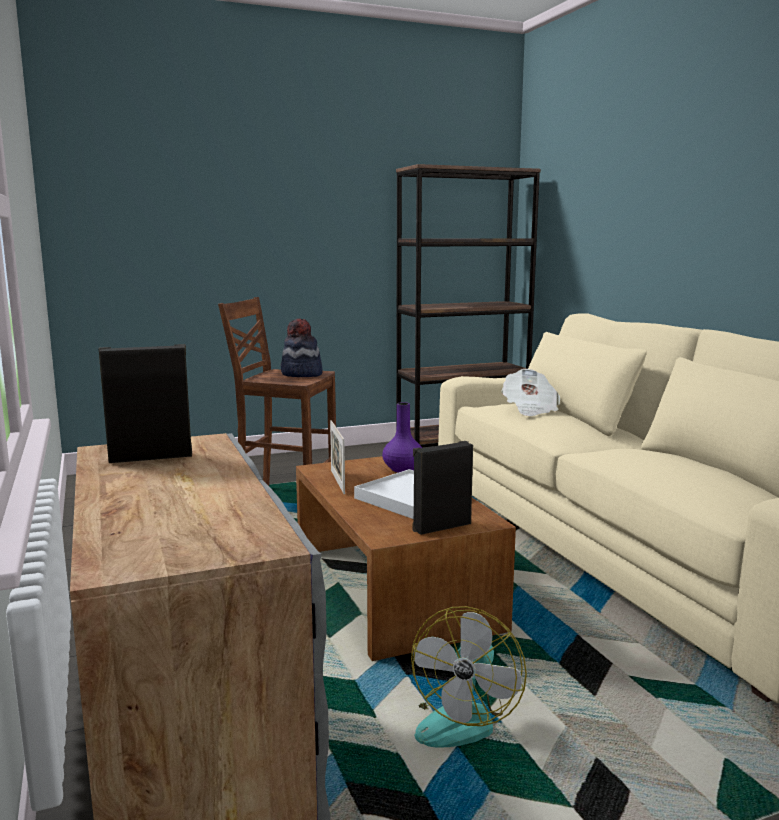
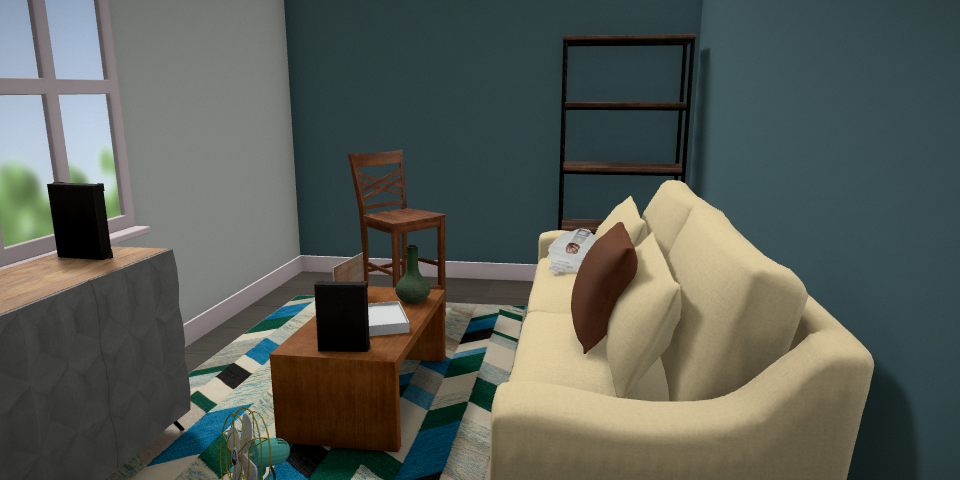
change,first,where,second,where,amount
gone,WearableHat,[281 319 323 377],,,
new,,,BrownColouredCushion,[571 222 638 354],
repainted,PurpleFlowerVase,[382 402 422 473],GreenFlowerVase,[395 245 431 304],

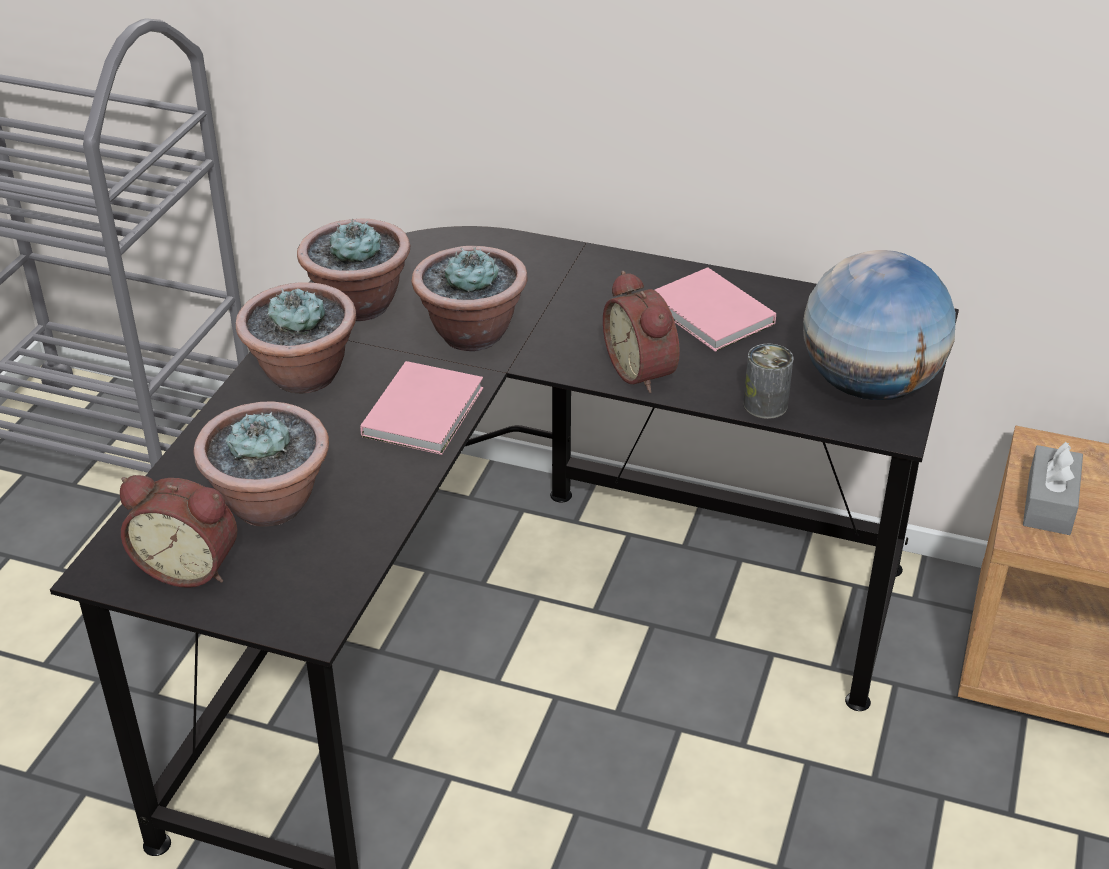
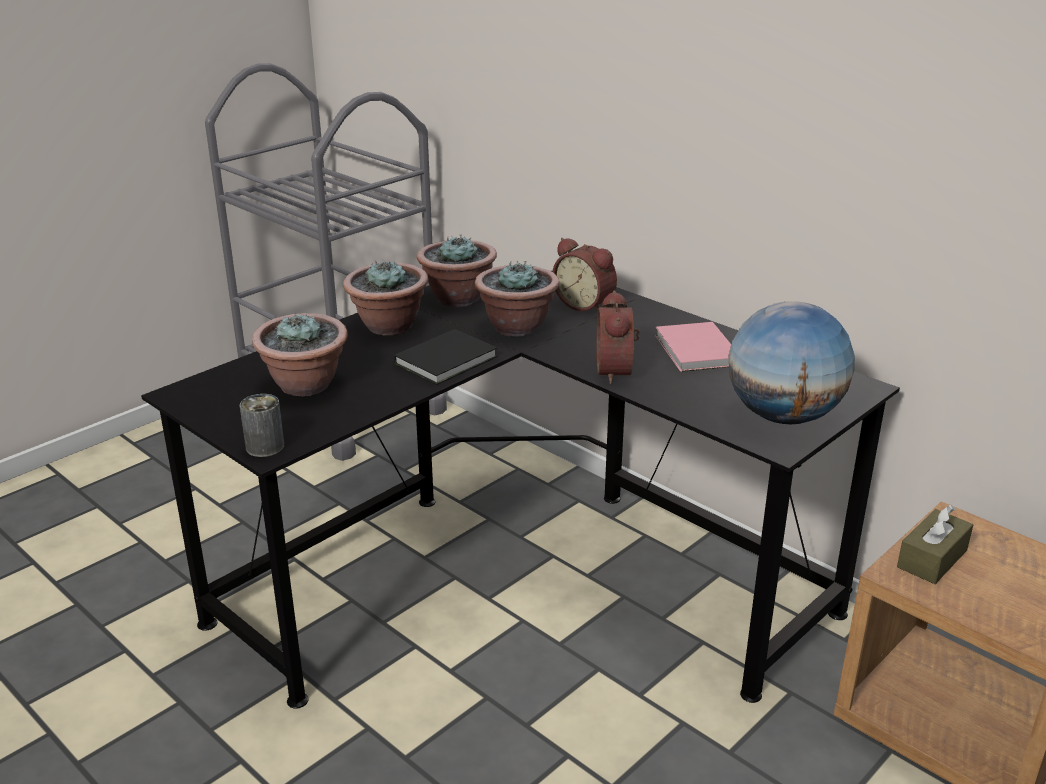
change,first,where,second,where,amount
shifted,AlarmClock,[120 475 237 588],,[552 238 617 311],
shifted,MetalCan,[743 344 794 419],,[240 394 284 457],
repainted,PinkBoundBook,[360 361 483 455],BlackColouredBoundBook,[394 329 497 385],
repainted,GreyishBoxOfTissues,[1023 442 1083 535],BrownColouredBoxOfTissues,[897 505 973 584],

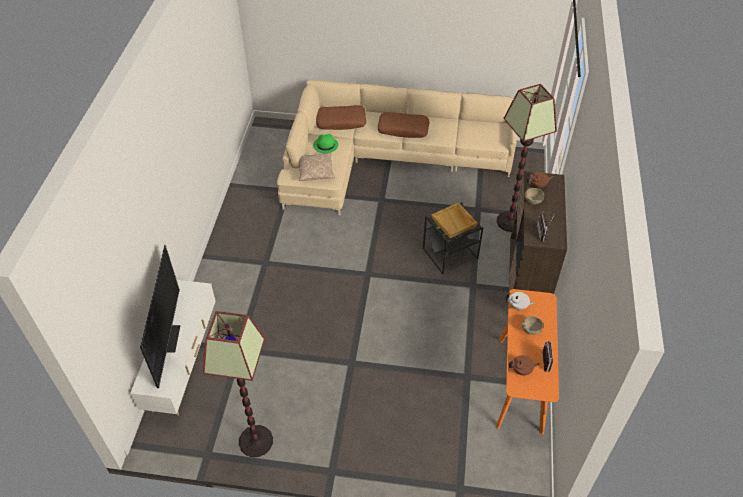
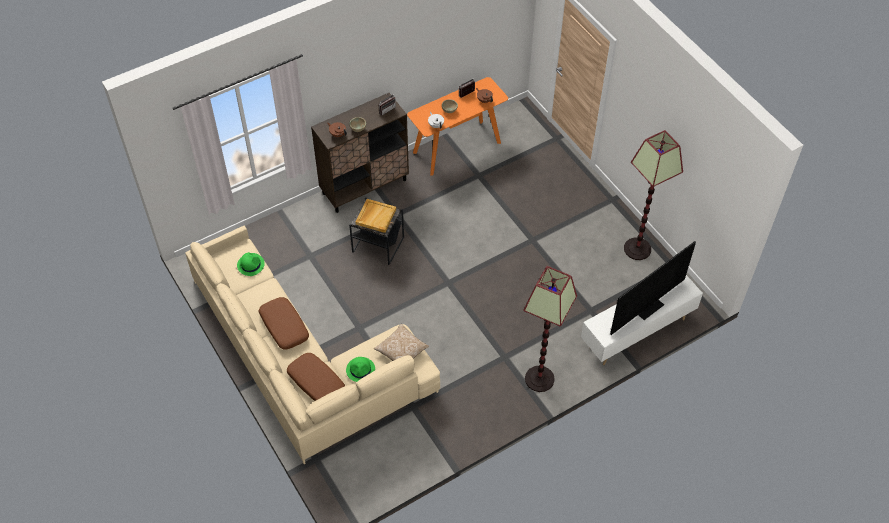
change,first,where,second,where,amount
new,,,GreenWearableHat,[237 252 265 276],
shifted,FloorLamp,[497 84 557 232],,[523 266 577 392],

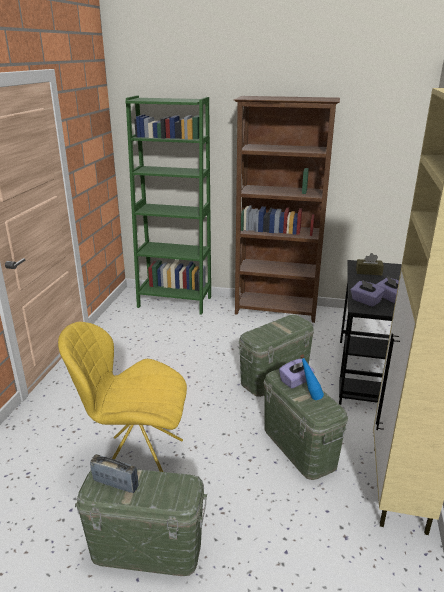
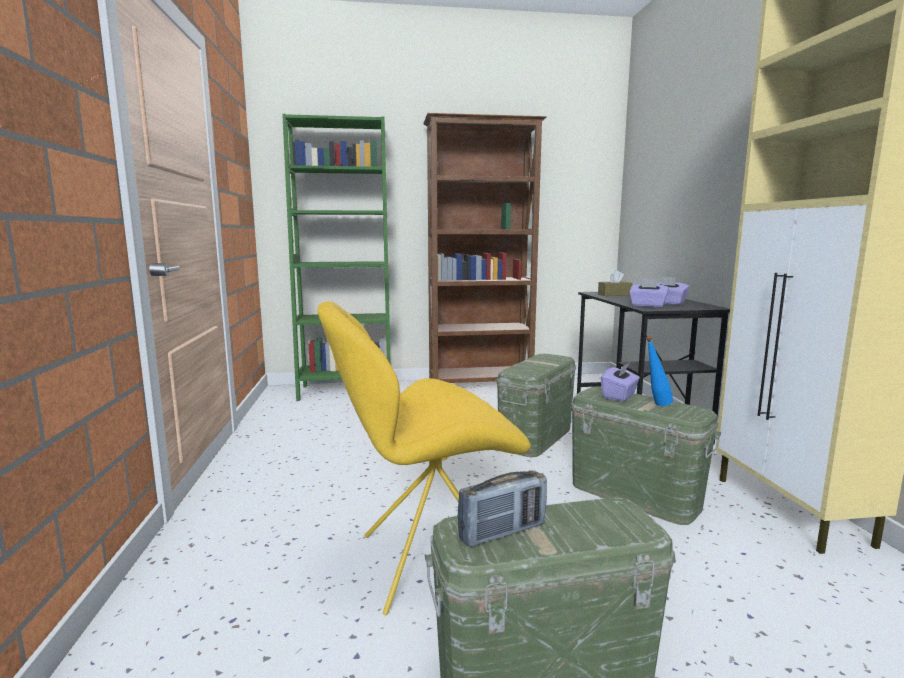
change,first,where,second,where,amount
rotated,RadioReceiver,[90 454 138 493],,[457 471 547 547],150 degrees clockwise

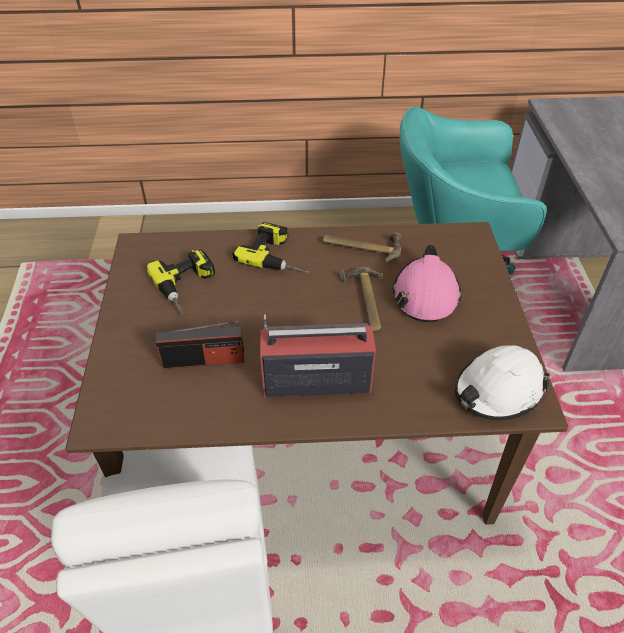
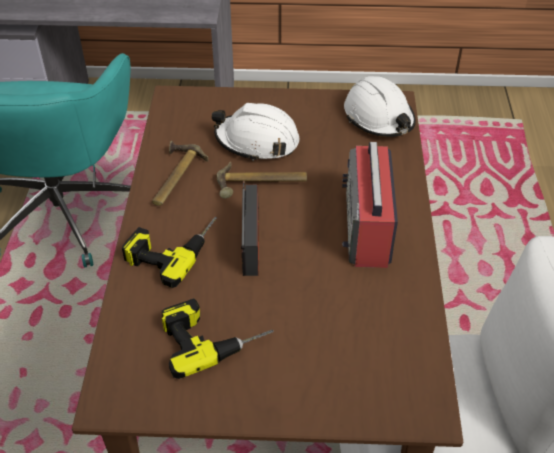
change,first,where,second,where,amount
shifted,RadioReceiver,[156 320 244 369],,[241 181 259 276],
repainted,PinkSafetyHelmet,[393 245 462 322],WhiteColouredSafetyHelmet,[212 103 300 161],

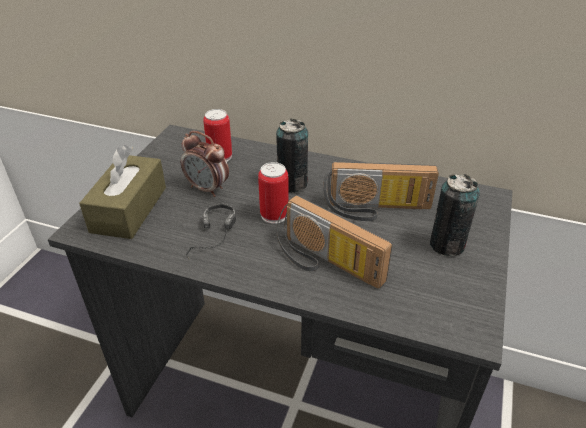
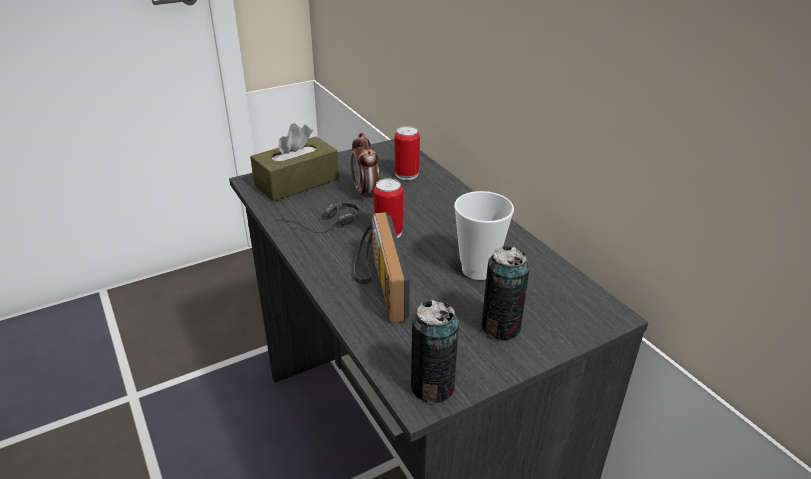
change,first,where,second,where,amount
shifted,MetalCan,[276 119 308 193],,[411 299 459 403],
swapped,RadioReceiver,[323 162 439 221],SmallCup,[454 191 514 280],

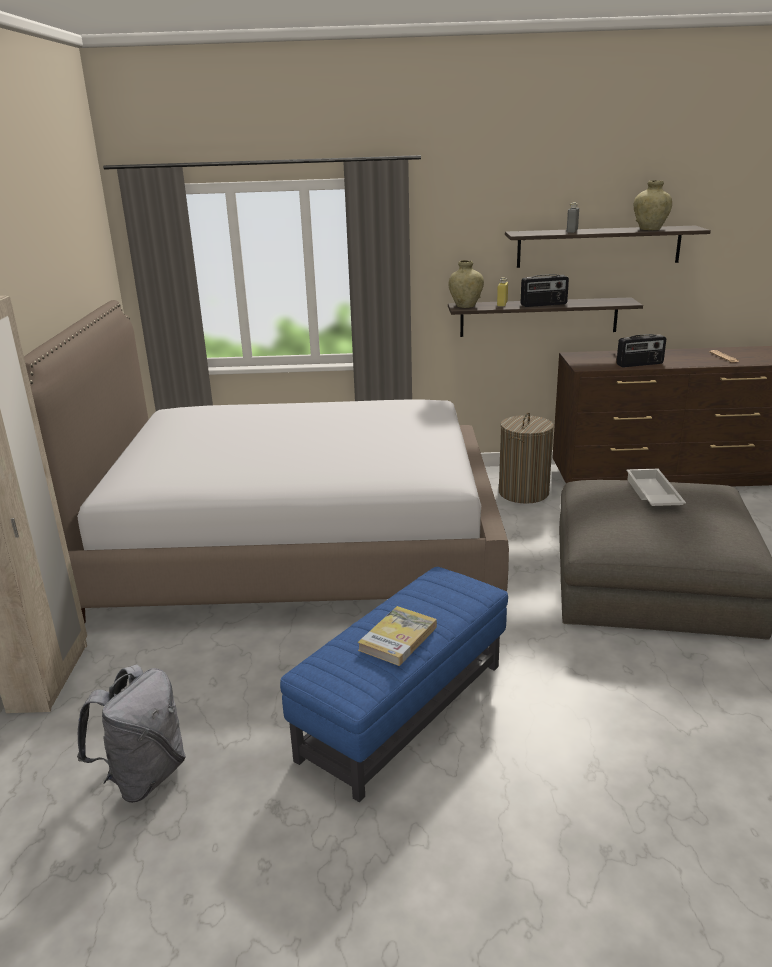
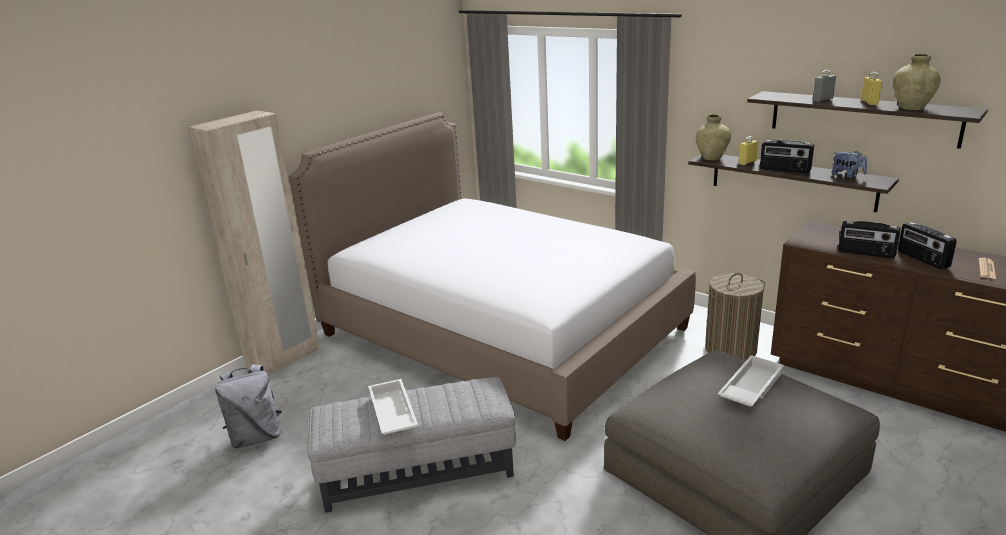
change,first,where,second,where,amount
new,,,PlushToy,[832 150 867 178],
new,,,YellowBottle,[861 72 882 105],
new,,,RadioReceiver,[898 222 957 270],
swapped,BoundBook,[358 606 437 666],WhiteColouredServingTray,[368 379 418 435],
repainted,BluishPouffe,[280 567 508 802],GreyishPouffe,[307 377 516 513],

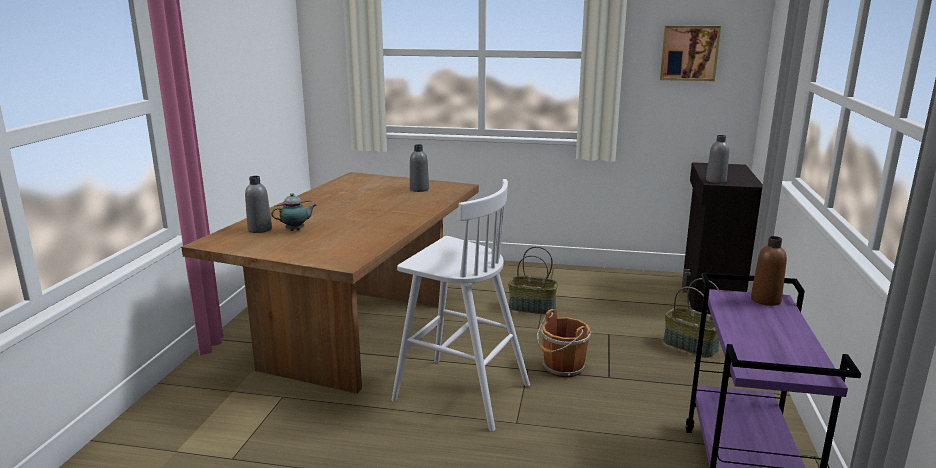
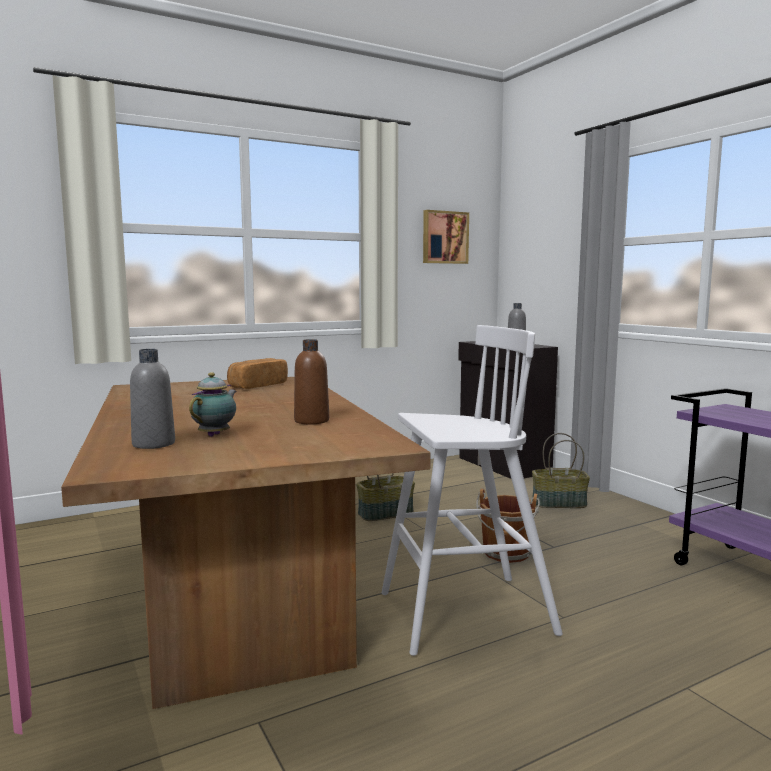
change,first,where,second,where,amount
shifted,BrownColouredBottle,[751 236 787 306],,[294 339 329 424],
swapped,GreyishBottle,[410 144 429 192],BakedBread,[227 358 288 389],

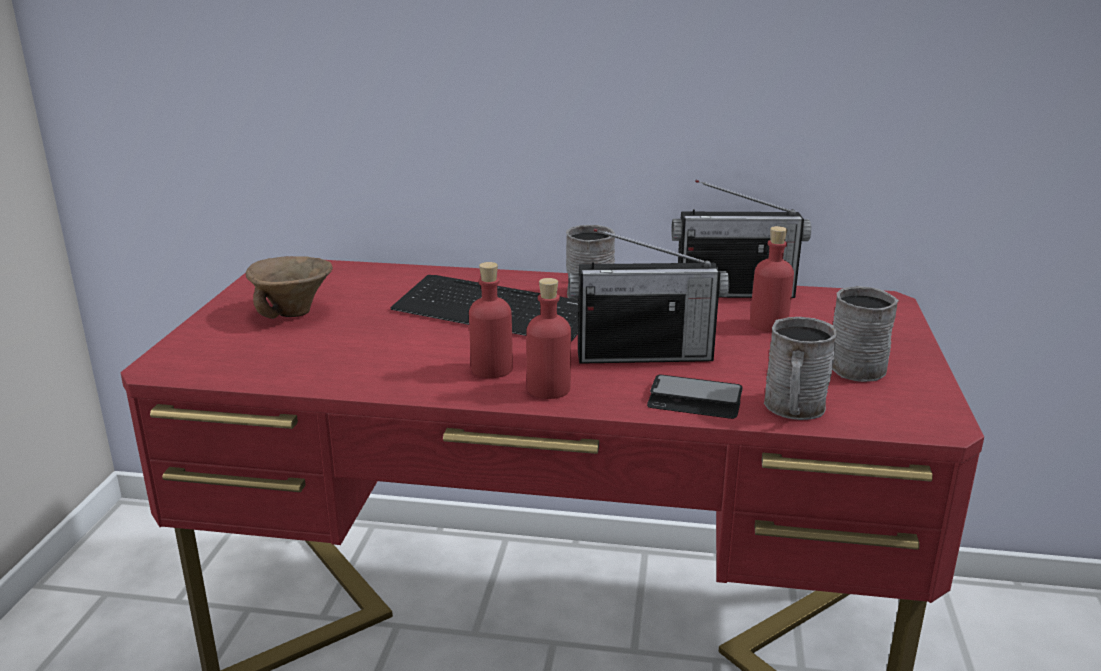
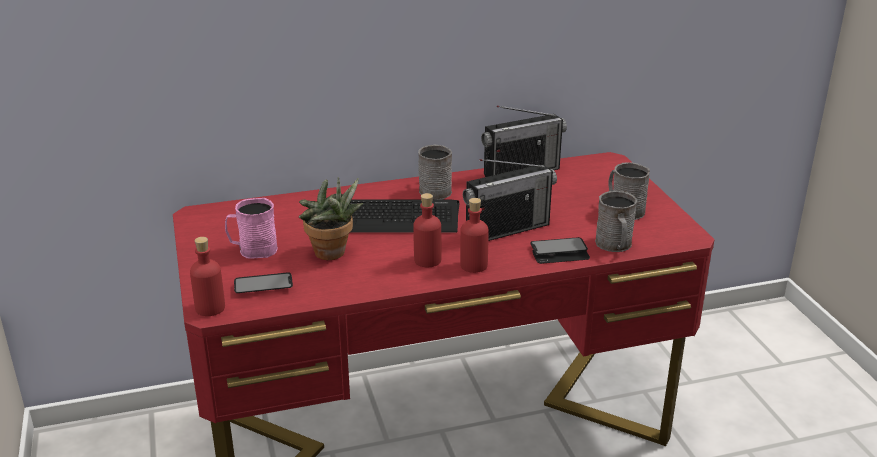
change,first,where,second,where,amount
new,,,Phone,[234 272 293 293],
new,,,PlantInAPot,[299 177 363 260],
shifted,RedBottle,[750 226 794 332],,[190 237 225 316],
swapped,BrownColouredDeepDish,[246 256 333 319],PinkTeaMug,[225 198 278 259],

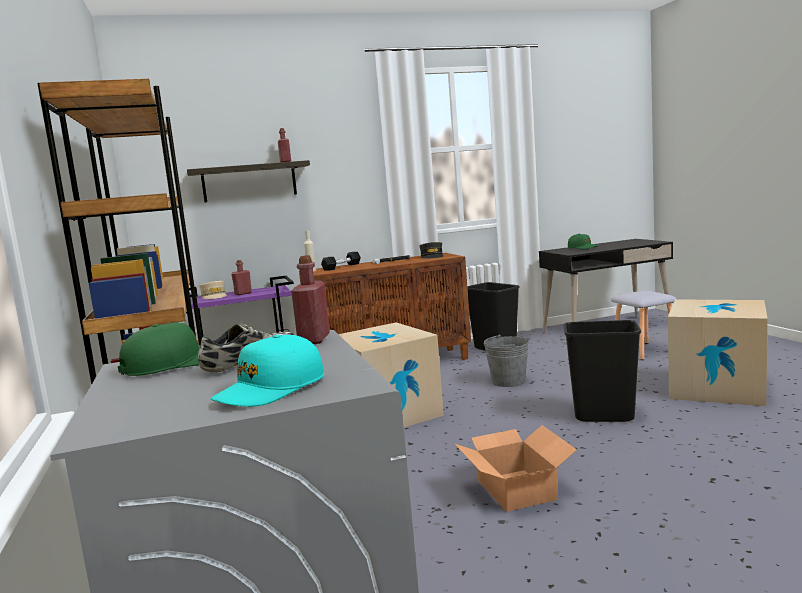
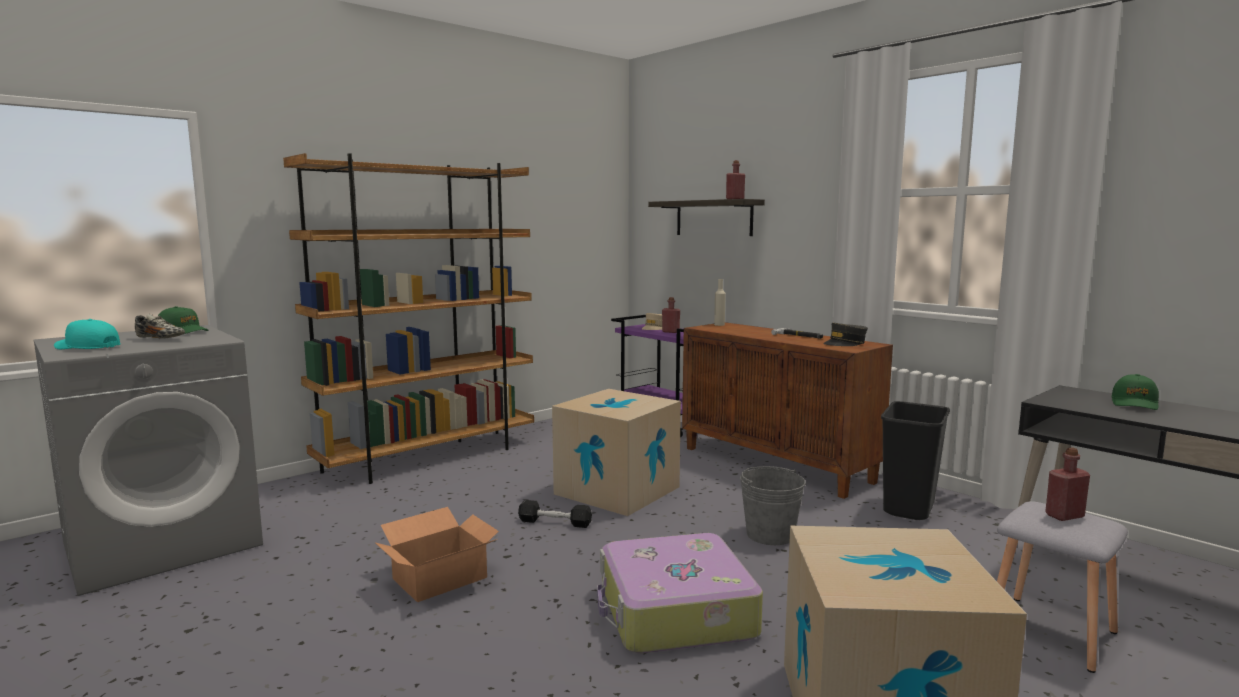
change,first,where,second,where,amount
shifted,RedBottle,[291 255 330 344],,[1045 447 1090 521],
shifted,BlackColouredDumbbell,[321 252 361 271],,[518 500 592 528],
swapped,BlackColouredRubbishBin,[564 320 641 422],TravelCase,[597 533 763 653],

